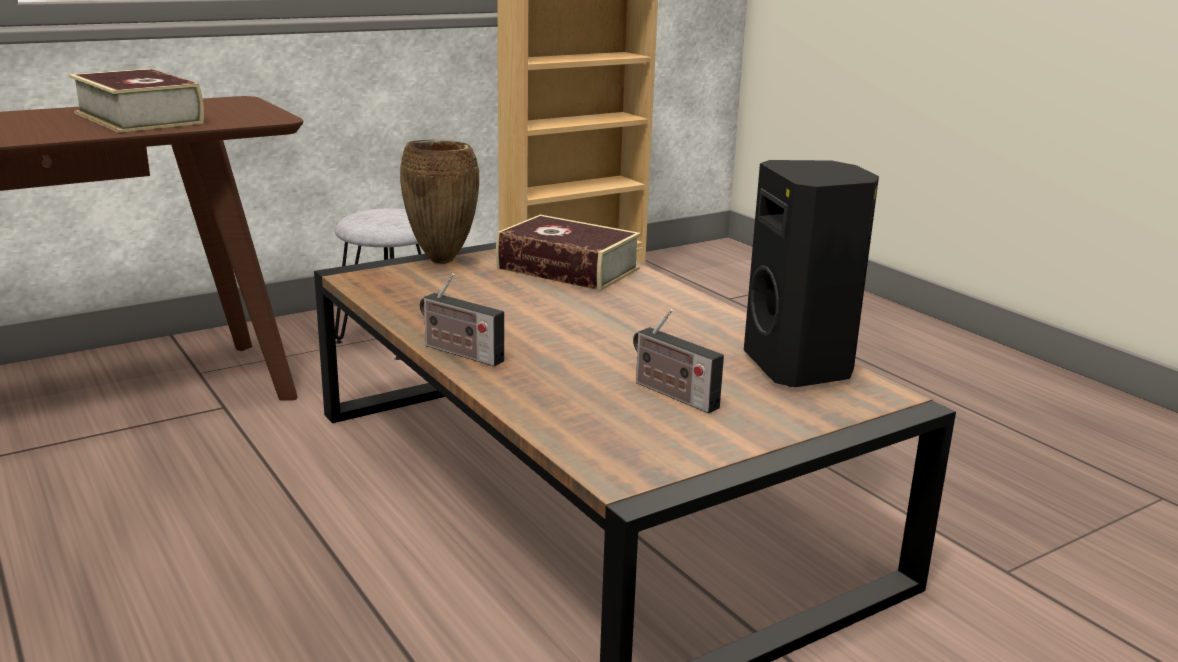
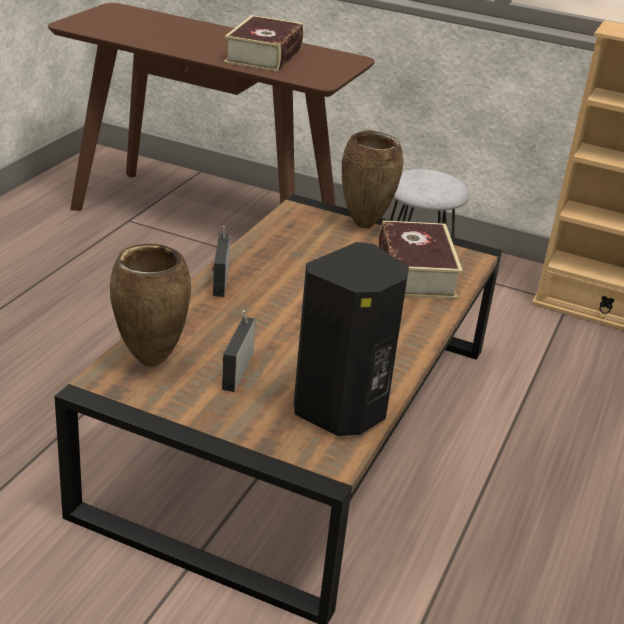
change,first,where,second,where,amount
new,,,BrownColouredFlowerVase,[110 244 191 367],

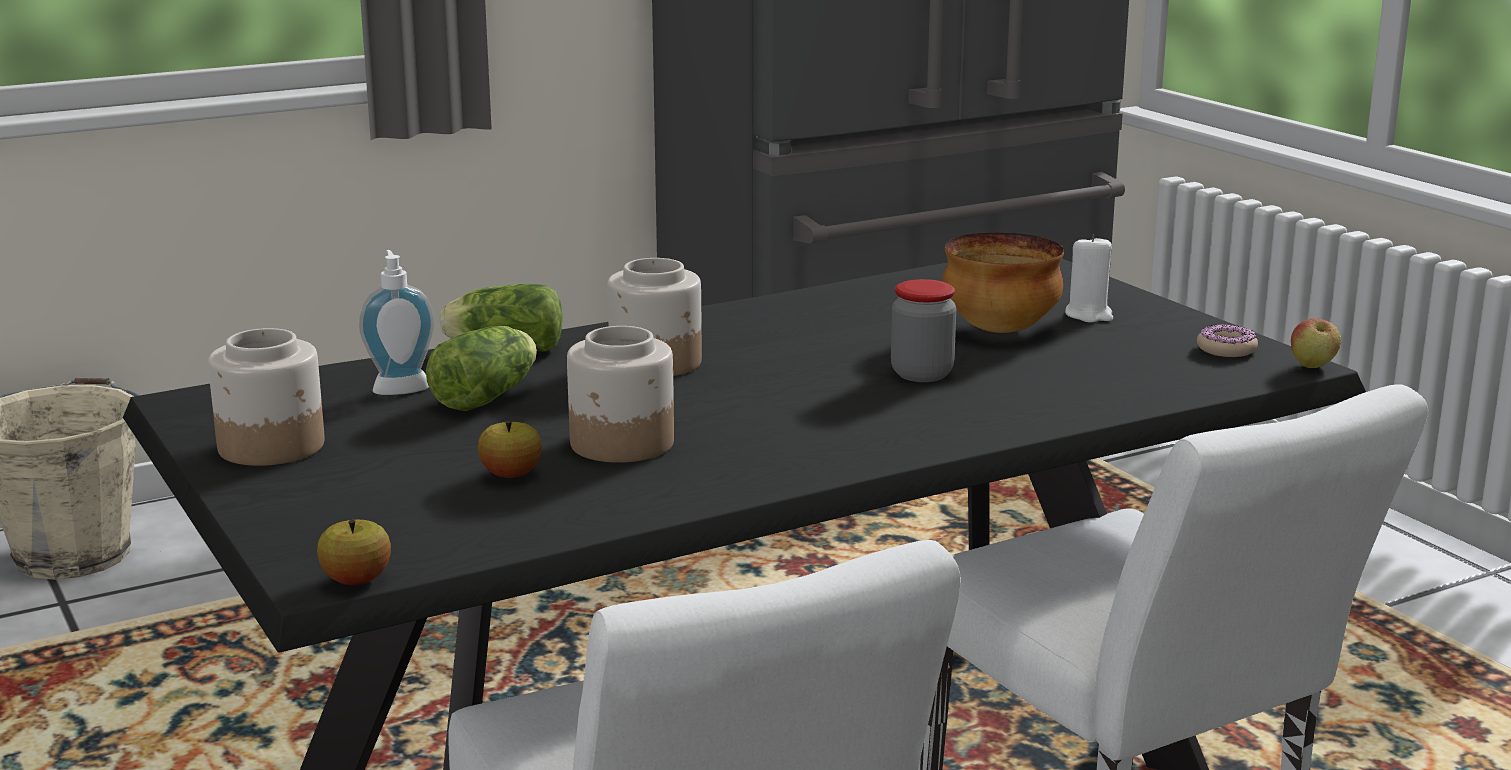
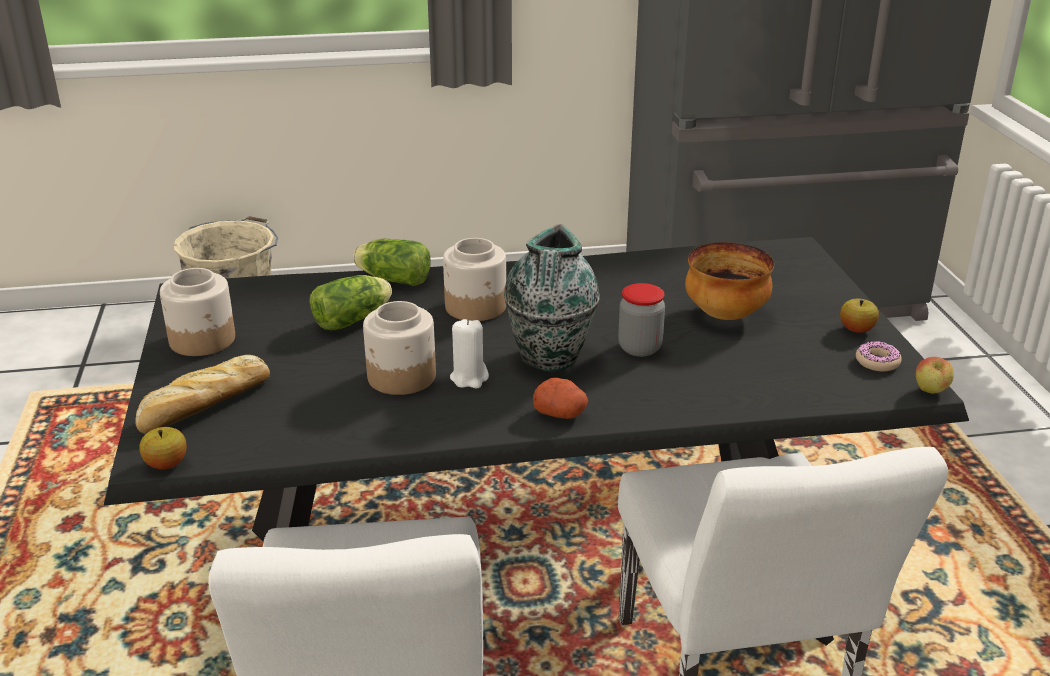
change,first,where,second,where,amount
gone,SoapBottle,[359 250 435 395],,,
new,,,BakedBread,[135 355 270 434],
new,,,FlowerVase,[504 224 600 371],
new,,,Spud,[533 378 588 419],
shifted,Apple,[478 421 542 478],,[840 299 879 333],
shifted,WhiteColouredWaxLight,[1065 234 1113 322],,[450 319 489 388],

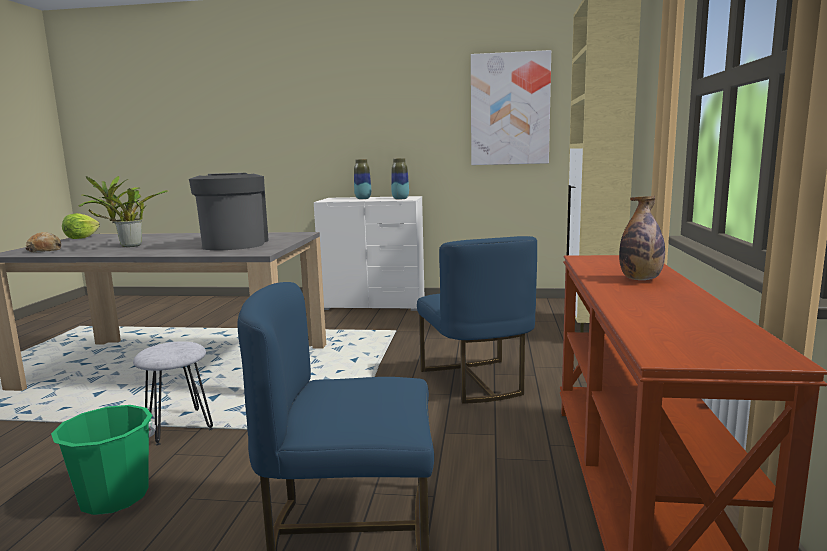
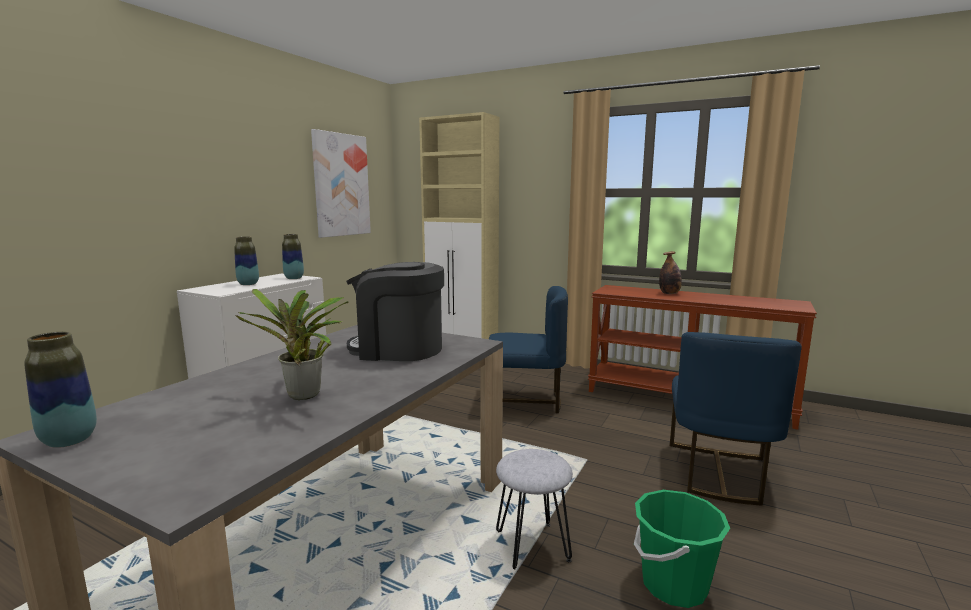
change,first,where,second,where,amount
gone,BakedBread,[25 232 61 252],,,
swapped,Lettuce,[62 213 100 239],FlowerVase,[24 332 97 448],

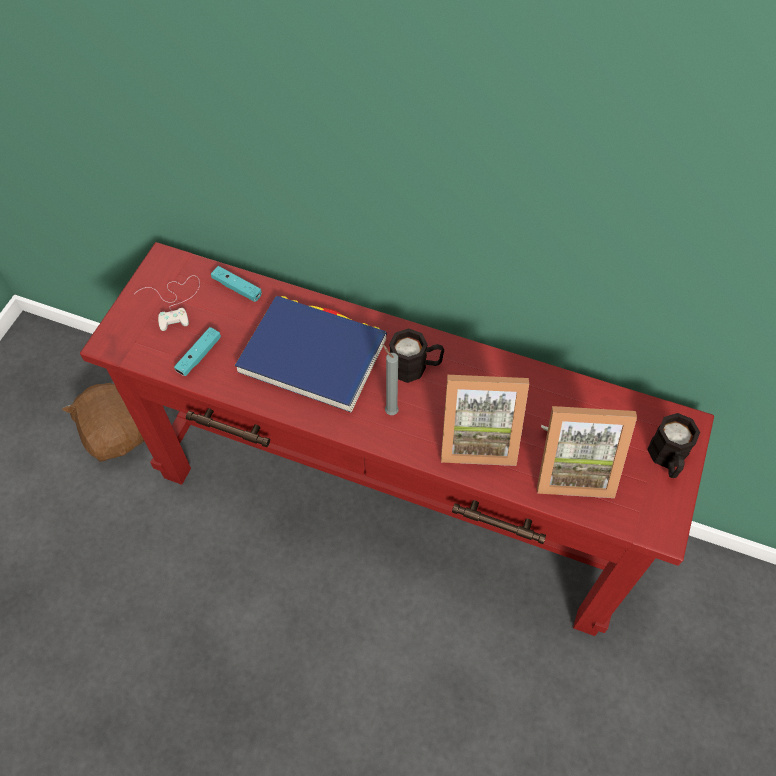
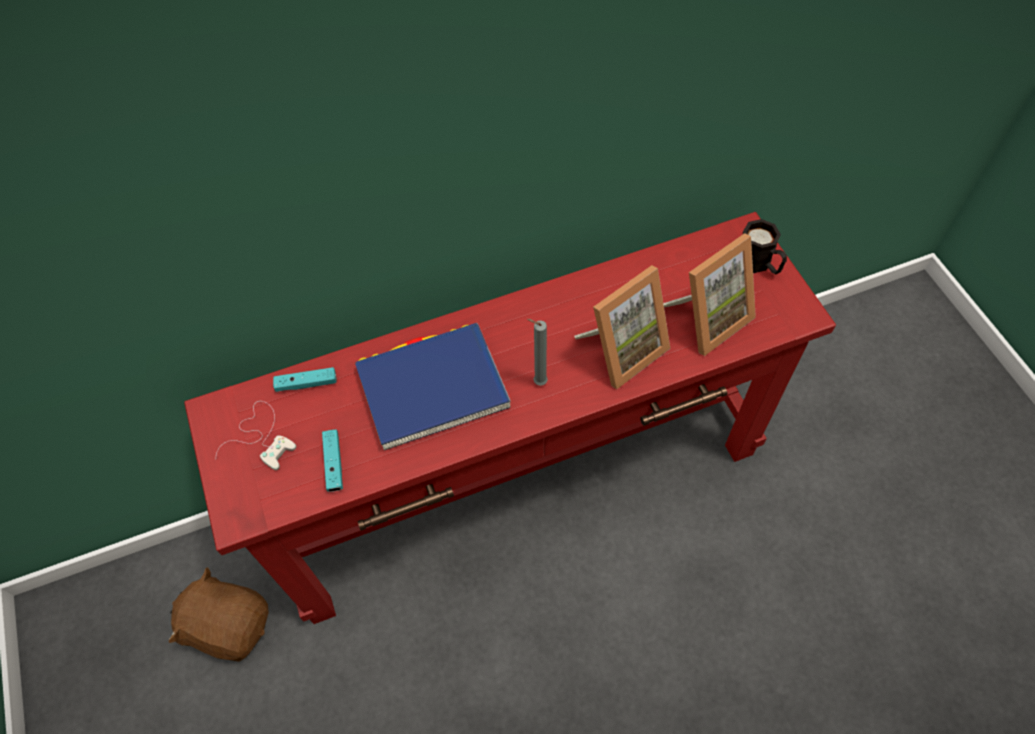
change,first,where,second,where,amount
gone,BlackColouredTeaMug,[389 328 444 383],,,

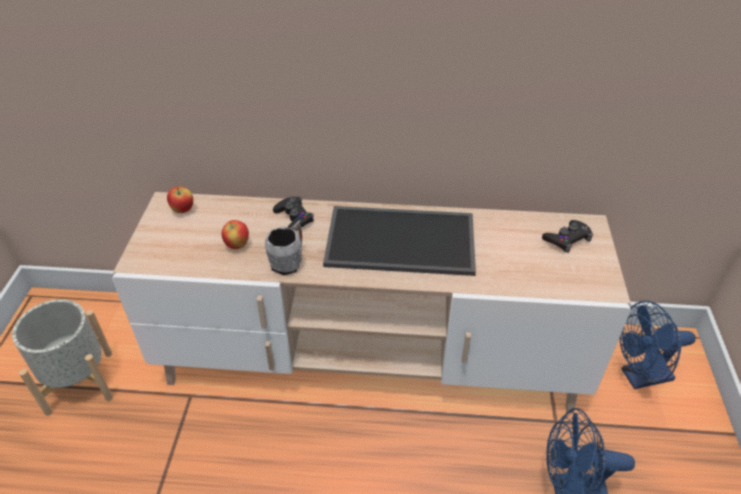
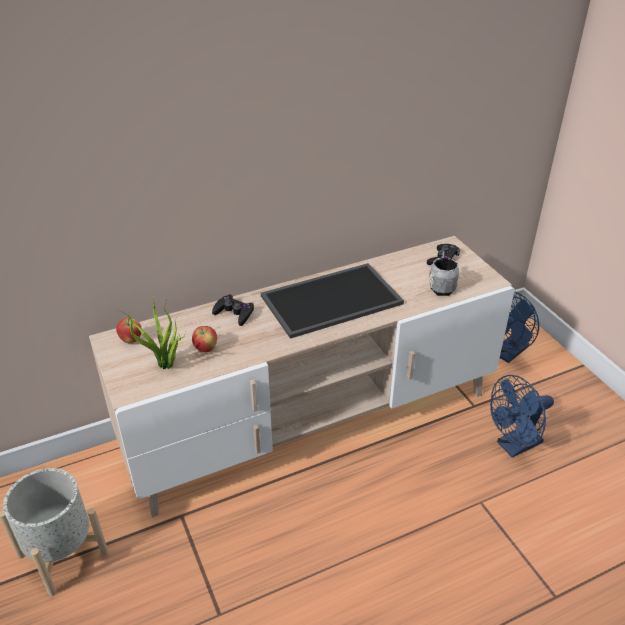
change,first,where,second,where,amount
new,,,PlantInAPot,[120 296 185 369],
shifted,GreyishTeaMug,[265 221 302 275],,[429 251 459 296],

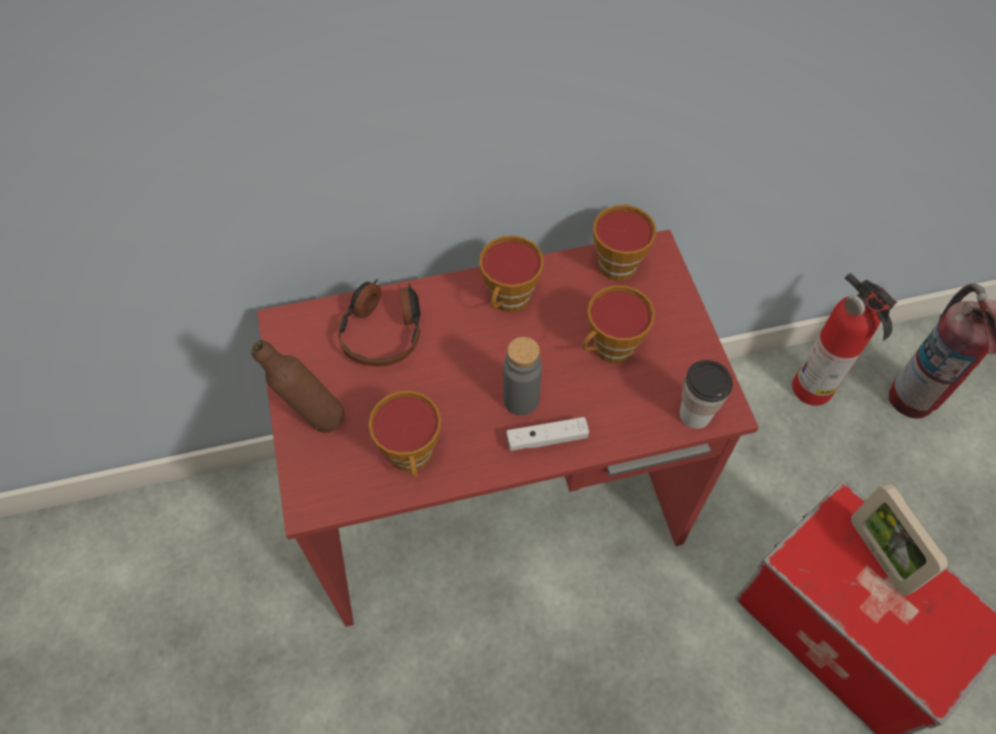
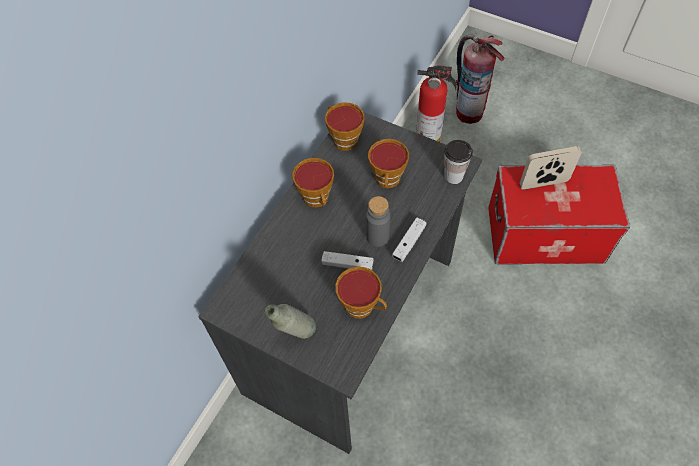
change,first,where,second,where,amount
gone,Headphones,[337 279 421 367],,,
new,,,WhiteColouredJoypad,[321 251 374 270],
repainted,BrownColouredBottle,[250 340 344 433],GreyishBottle,[265 304 316 339],
repainted,RedDeskUnit,[257 229 759 627],GreyishDeskUnit,[198 112 482 454],
rotated,PhotoFrame,[851 483 949 596],,[520 146 582 190],150 degrees clockwise

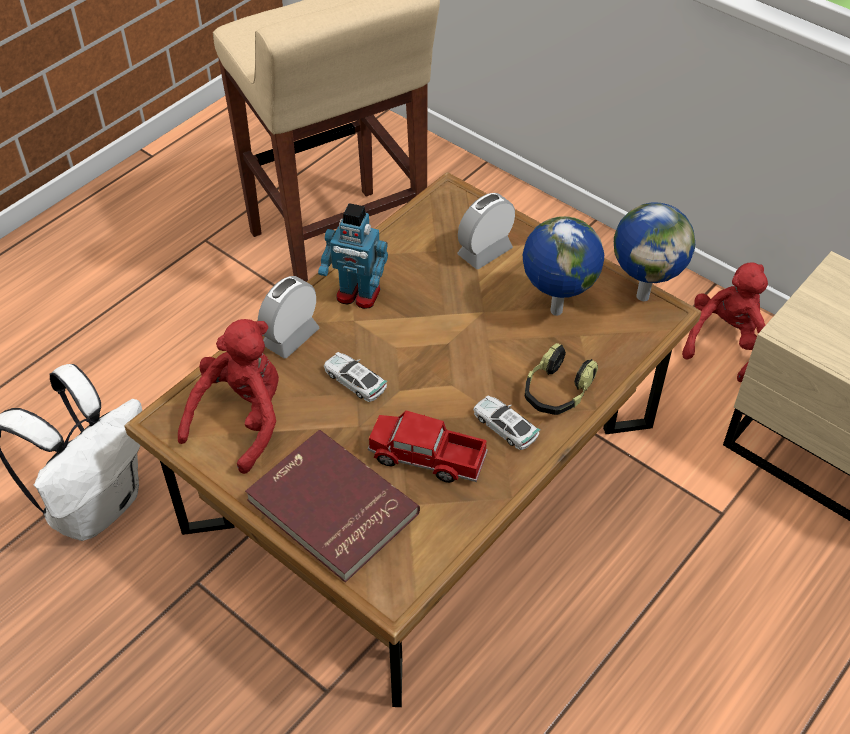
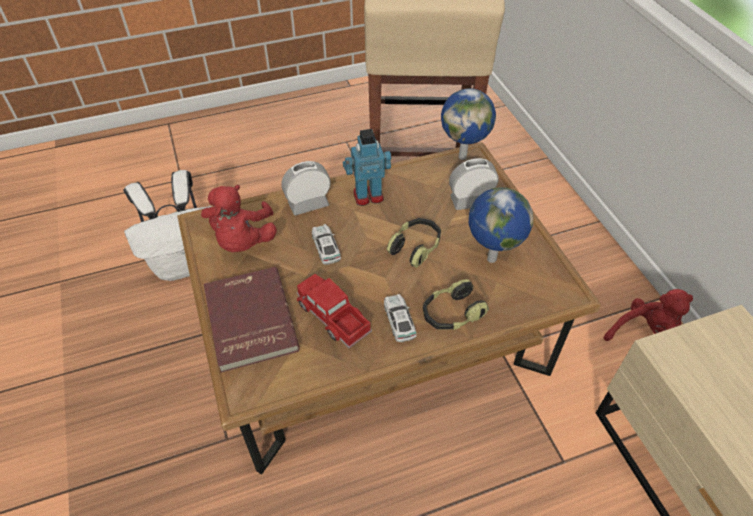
change,first,where,second,where,amount
new,,,Headphones,[387 218 441 268],
shifted,WorldGlobe,[614 202 695 301],,[441 88 496 160],
rotated,RedPlushToy,[178 319 279 474],,[201 185 277 252],120 degrees clockwise
rotated,ToyRobot,[318 203 388 309],,[343 129 391 206],120 degrees clockwise

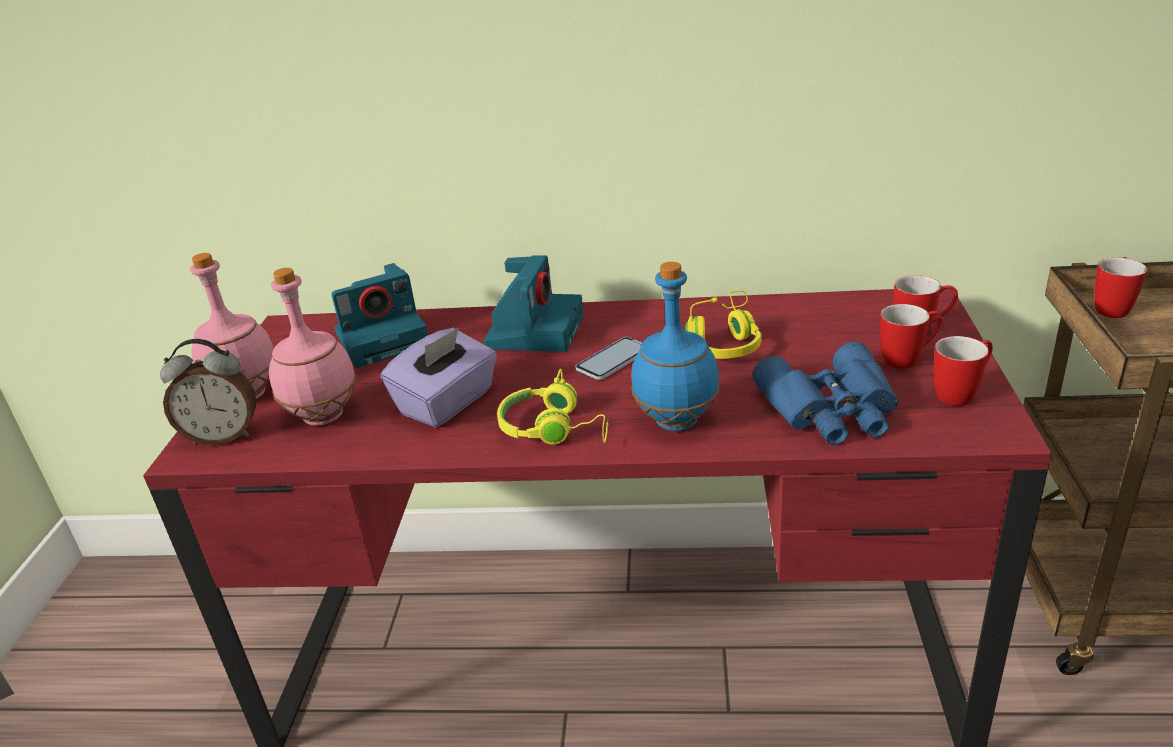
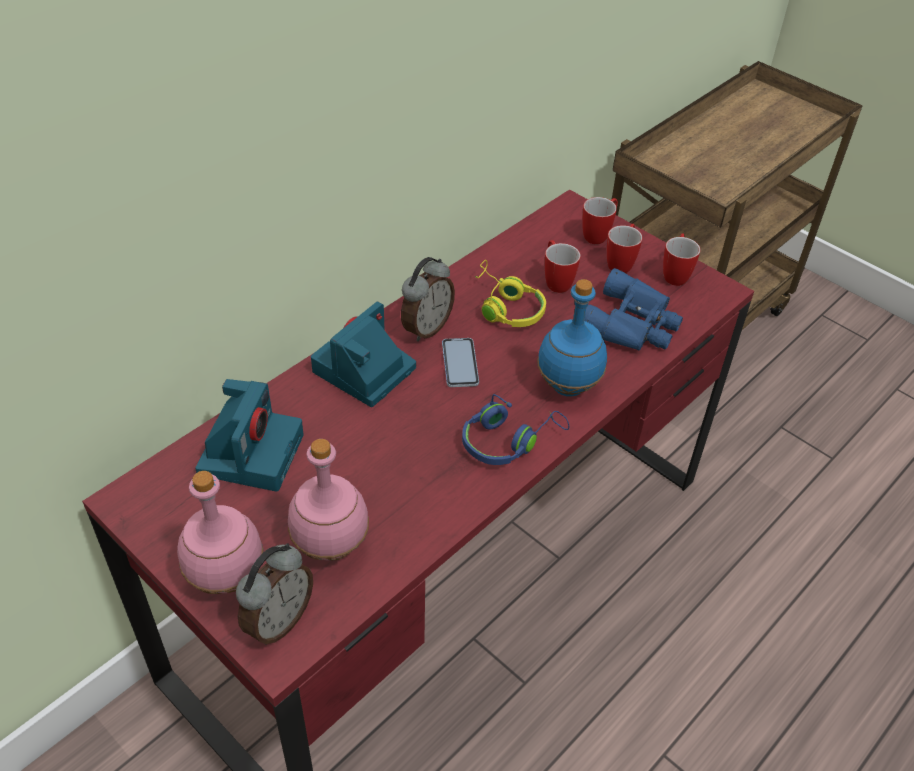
change,first,where,second,where,amount
gone,PurpleBoxOfTissues,[381 327 497 427],,,
new,,,AlarmClock,[401 257 455 342],
shifted,TeaMug,[1094 257 1148 318],,[545 240 581 293],
repainted,YellowHeadphones,[497 369 609 445],BluishHeadphones,[462 394 569 465],
rotated,PhotoCamera,[484 255 583 352],,[311 301 416 407],105 degrees counterclockwise

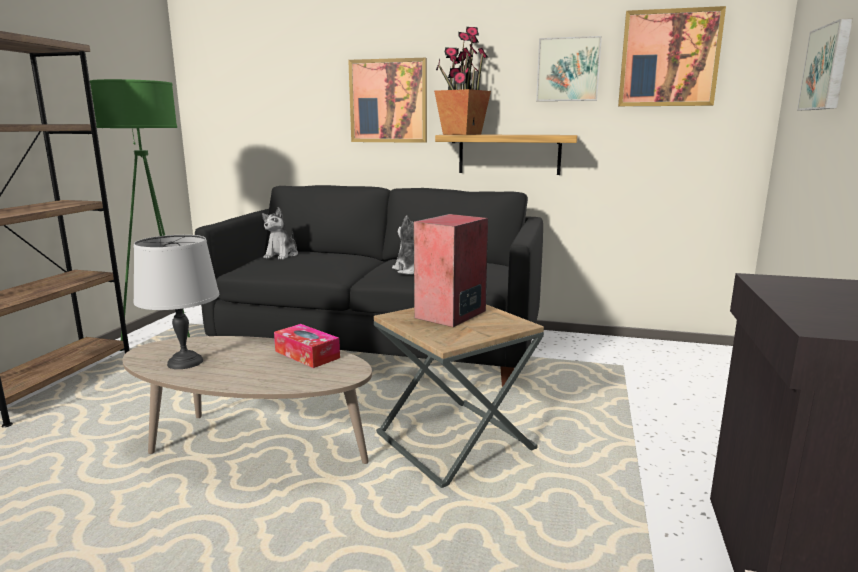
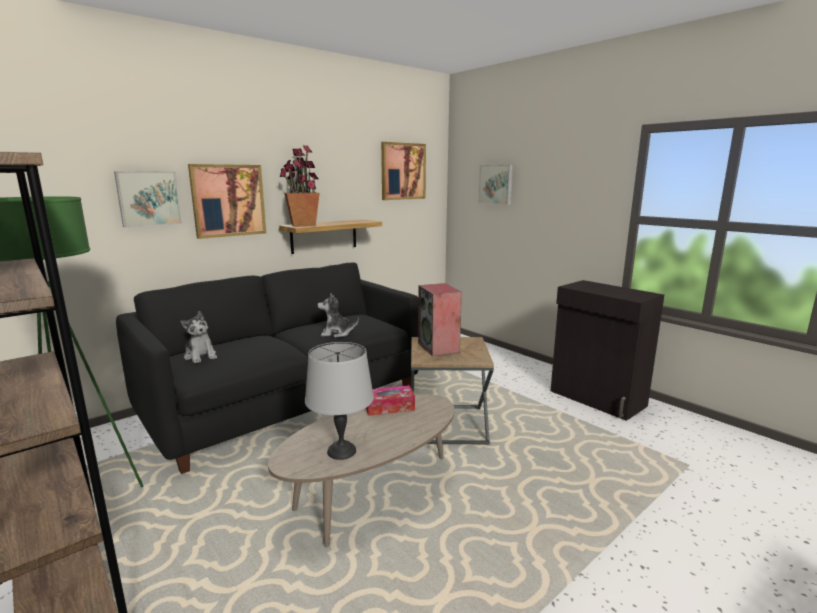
change,first,where,second,where,amount
shifted,WallArt,[536 36 602 101],,[114 171 182 228],

